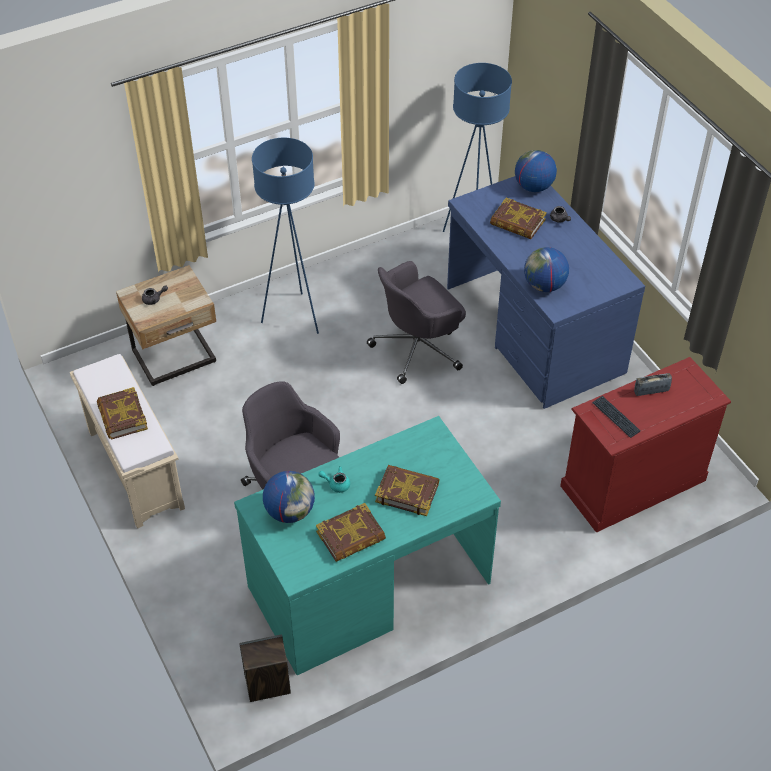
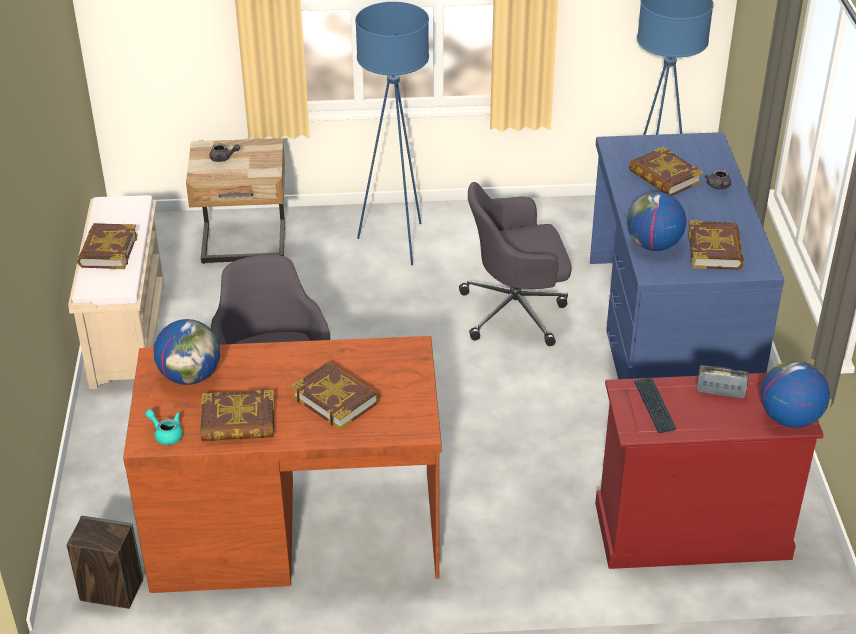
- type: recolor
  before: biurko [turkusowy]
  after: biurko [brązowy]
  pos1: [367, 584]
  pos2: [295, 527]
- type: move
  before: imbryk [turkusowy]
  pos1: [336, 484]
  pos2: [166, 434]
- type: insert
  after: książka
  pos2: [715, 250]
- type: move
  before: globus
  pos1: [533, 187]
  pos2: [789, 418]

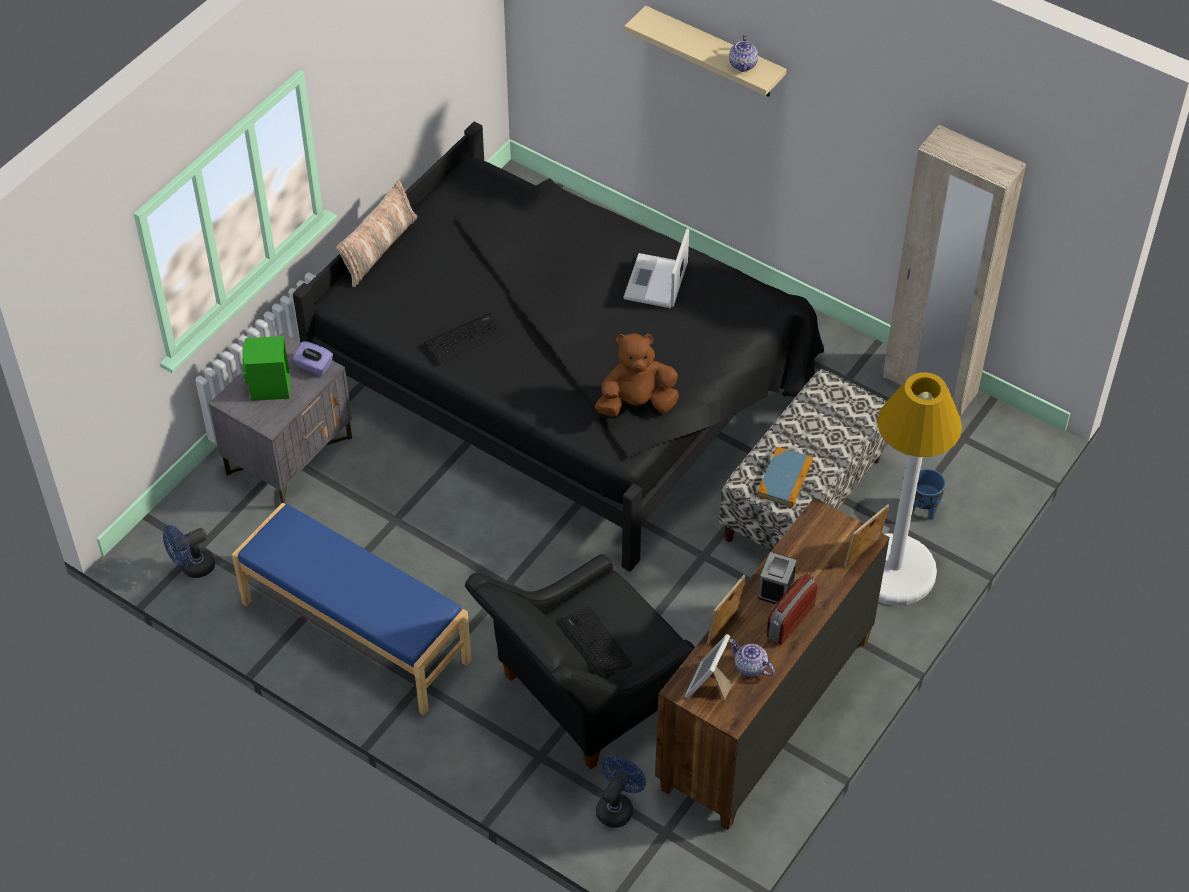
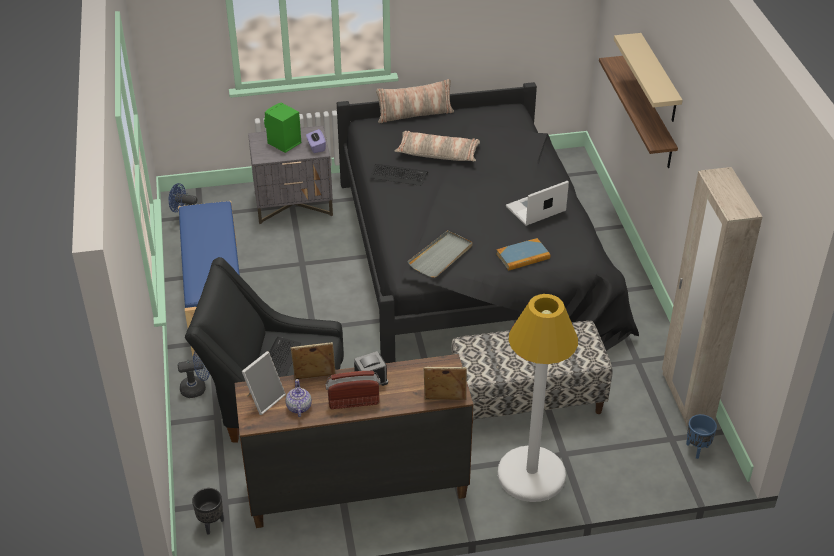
- type: move
  before: wentylator [niebieski]
  pos1: [617, 806]
  pos2: [197, 388]
- type: insert
  after: donica [czarny]
  pos2: [211, 523]
- type: rotate
  before: ramka na zdjęcie
  pos1: [709, 685]
  pos2: [264, 399]
  turn: 150
- type: insert
  after: poduszka
  pos2: [438, 153]
- type: replace
  before: pluszak [brązowy]
  after: taca [szary]
  pos1: [636, 403]
  pos2: [441, 256]
- type: move
  before: książka
  pos1: [785, 479]
  pos2: [523, 256]
- type: insert
  after: półka
  pos2: [647, 113]
- type: move
  before: donica [niebieski]
  pos1: [923, 510]
  pos2: [697, 450]
- type: delete
  before: imbryk
  pos1: [743, 64]

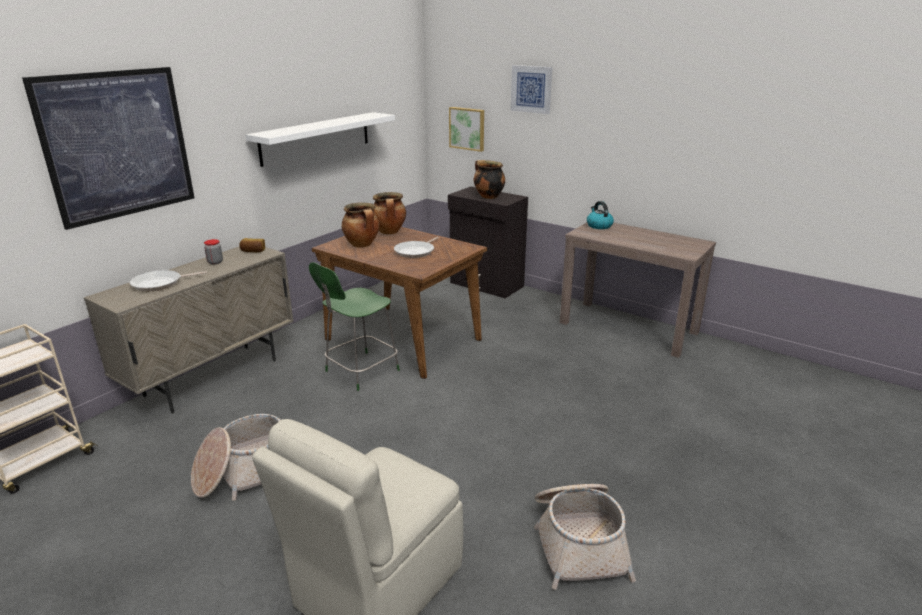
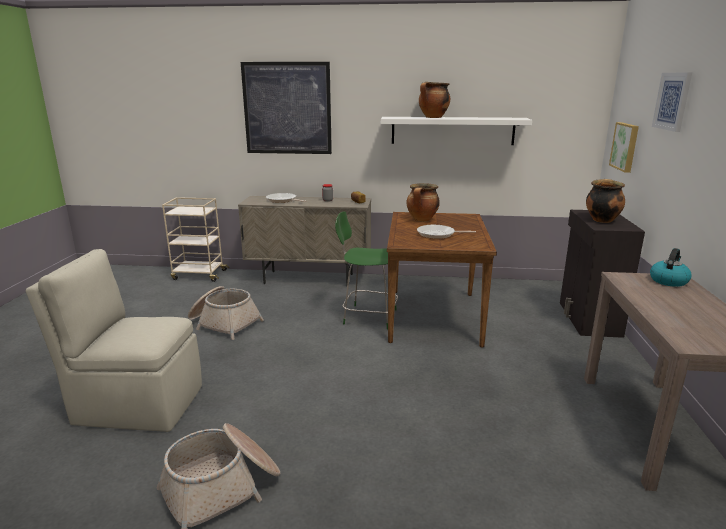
- type: move
  before: garnek
  pos1: [389, 232]
  pos2: [433, 117]

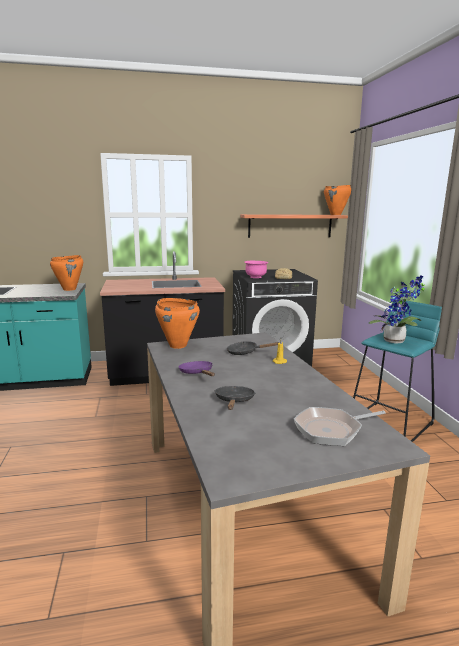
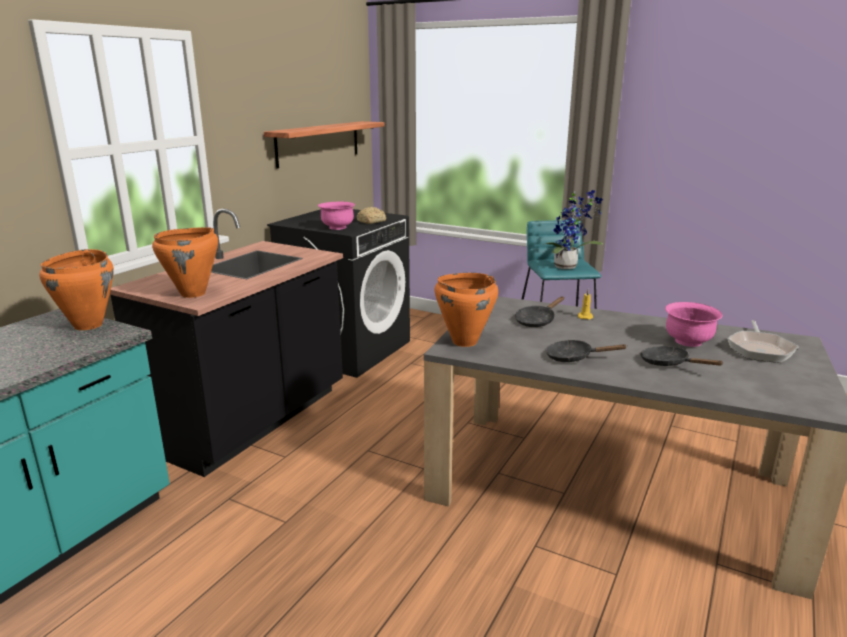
- type: move
  before: garnek [pomarańczowy]
  pos1: [335, 214]
  pos2: [193, 294]
- type: recolor
  before: patelnia [fioletowy]
  after: patelnia [czarny]
  pos1: [197, 373]
  pos2: [573, 357]
- type: insert
  after: miska [różowy]
  pos2: [688, 342]

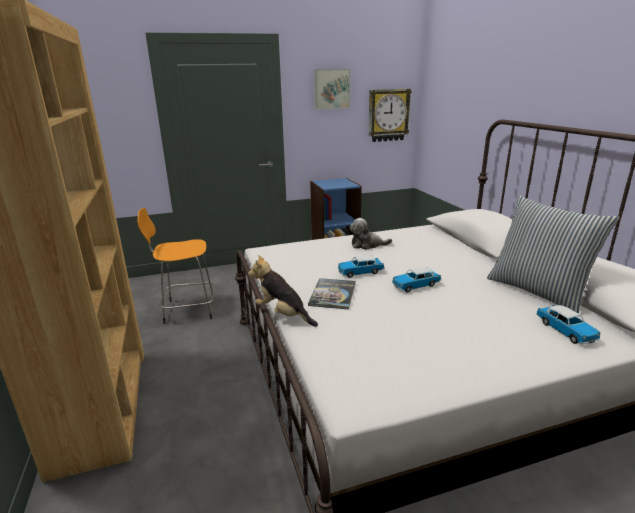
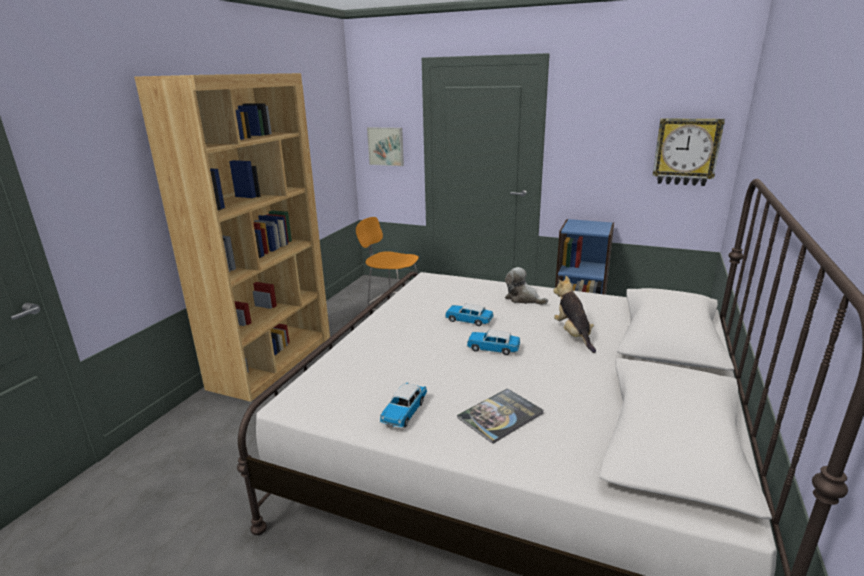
- type: move
  before: obraz
  pos1: [331, 89]
  pos2: [386, 146]
- type: move
  before: samochodzik
  pos1: [565, 331]
  pos2: [404, 412]
- type: move
  before: książka
  pos1: [333, 294]
  pos2: [500, 416]
- type: move
  before: pluszak
  pos1: [283, 315]
  pos2: [573, 335]
- type: delete
  before: poduszka
  pos1: [538, 291]

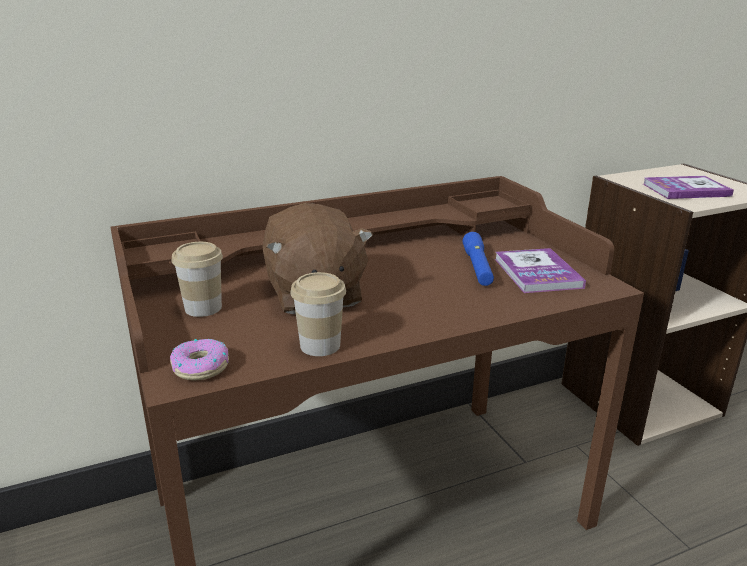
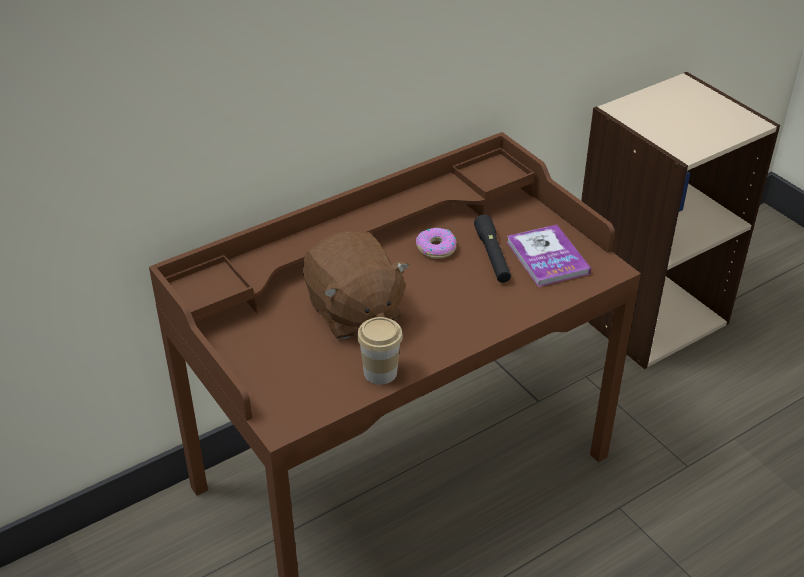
- type: move
  before: donut
  pos1: [200, 367]
  pos2: [436, 248]
- type: recolor
  before: latarka [niebieski]
  after: latarka [czarny]
  pos1: [477, 267]
  pos2: [492, 256]
- type: delete
  before: filiżanka
  pos1: [203, 308]
- type: delete
  before: książka
  pos1: [685, 190]

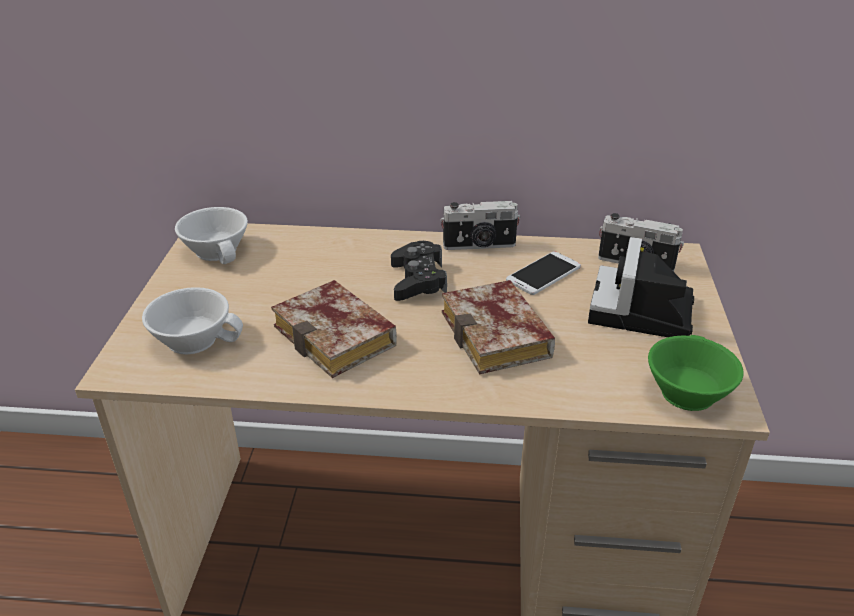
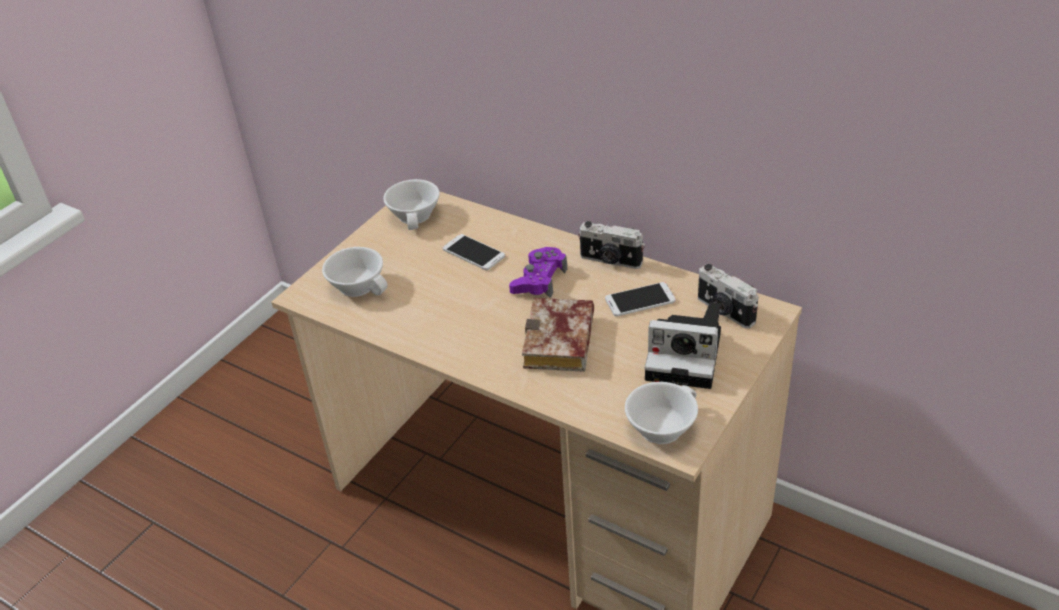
- type: insert
  after: telefon
  pos2: [473, 252]
- type: recolor
  before: pad do gier [czarny]
  after: pad do gier [fioletowy]
  pos1: [418, 280]
  pos2: [539, 280]
- type: recolor
  before: filiżanka [zielony]
  after: filiżanka [biały]
  pos1: [684, 390]
  pos2: [660, 426]
- type: rotate
  before: aparat fotograficzny
  pos1: [641, 313]
  pos2: [687, 356]
  turn: -120
- type: delete
  before: książka
  pos1: [340, 338]

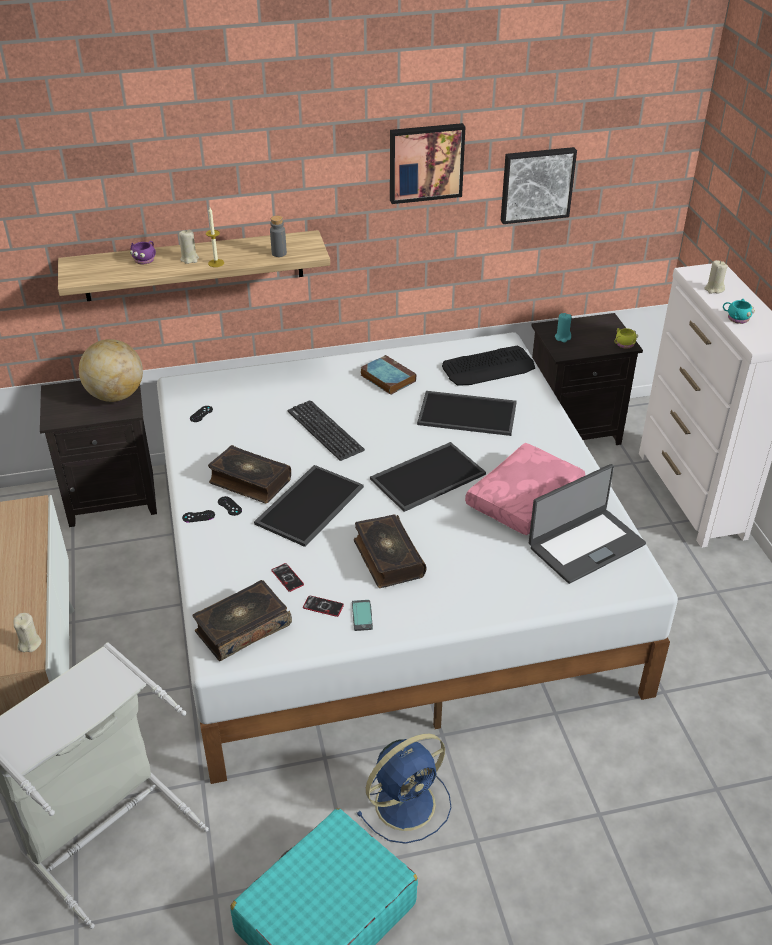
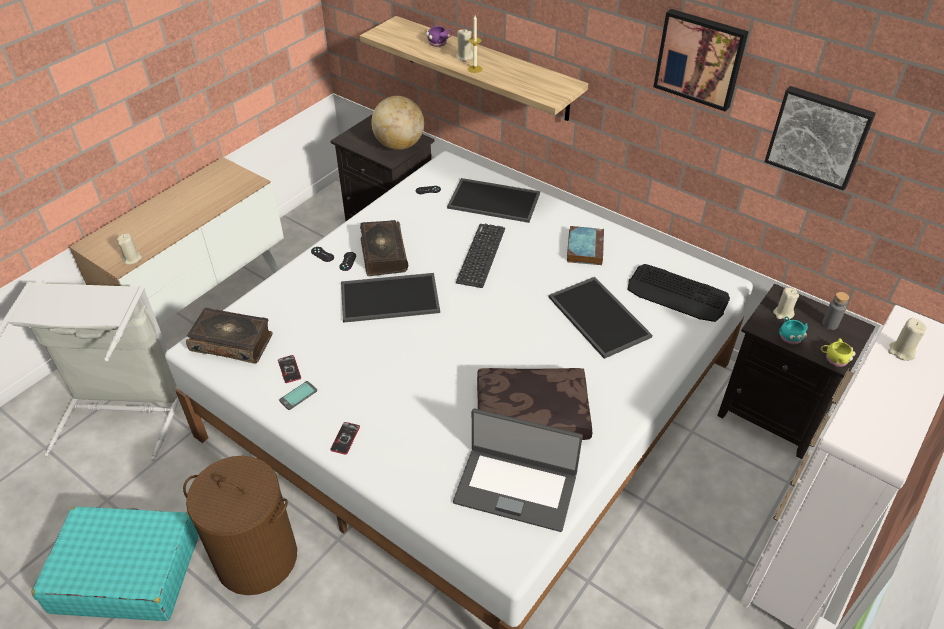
- type: replace
  before: wentylator [niebieski]
  after: kosz na pranie [brązowy]
  pos1: [407, 802]
  pos2: [257, 558]
- type: move
  before: telefon
  pos1: [287, 578]
  pos2: [345, 438]
- type: move
  before: taca
  pos1: [428, 475]
  pos2: [495, 200]
- type: recolor
  before: poduszka [różowy]
  after: poduszka [brązowy]
  pos1: [525, 500]
  pos2: [531, 414]
- type: recolor
  before: świeca [turkusowy]
  after: świeca [beżowy]
  pos1: [562, 337]
  pos2: [783, 313]
- type: move
  before: kubek [turkusowy]
  pos1: [736, 318]
  pos2: [789, 336]
- type: move
  before: butelka [szary]
  pos1: [279, 253]
  pos2: [829, 324]
- type: delete
  before: książka
  pos1: [387, 558]

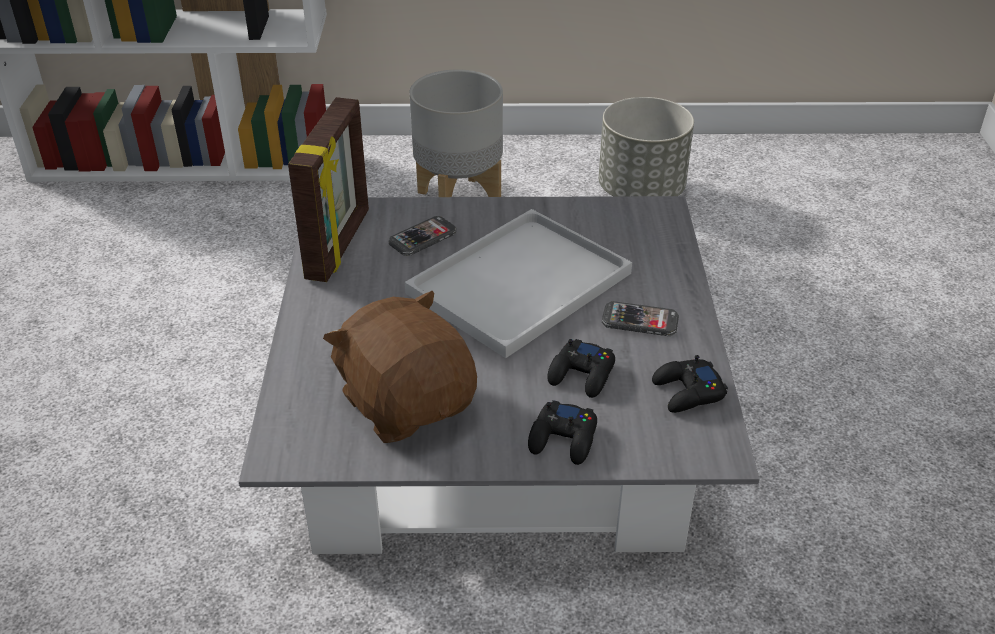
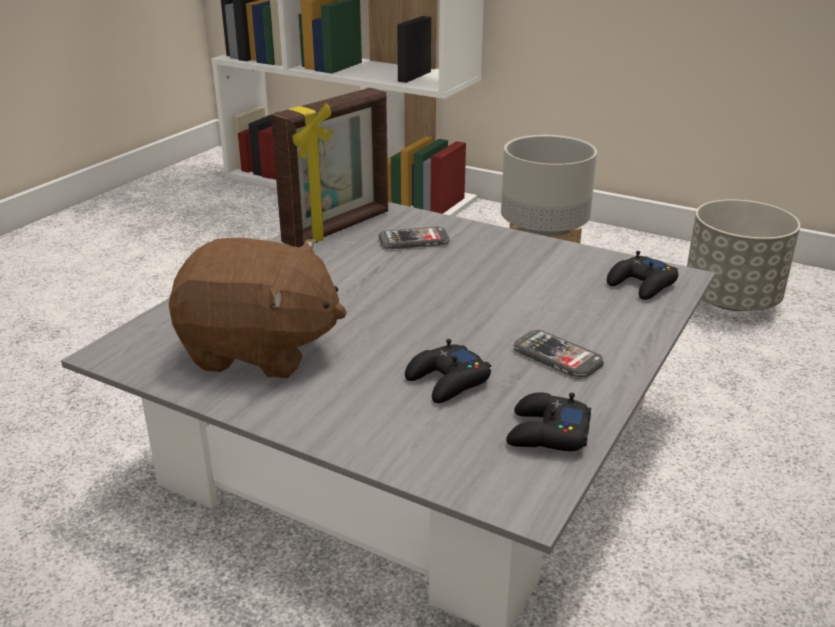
- type: rotate
  before: pluszak [brązowy]
  pos1: [407, 403]
  pos2: [260, 350]
  turn: 105
- type: move
  before: pad do gier [czarny]
  pos1: [563, 439]
  pos2: [642, 285]
- type: delete
  before: taca [biały]
  pos1: [518, 286]

